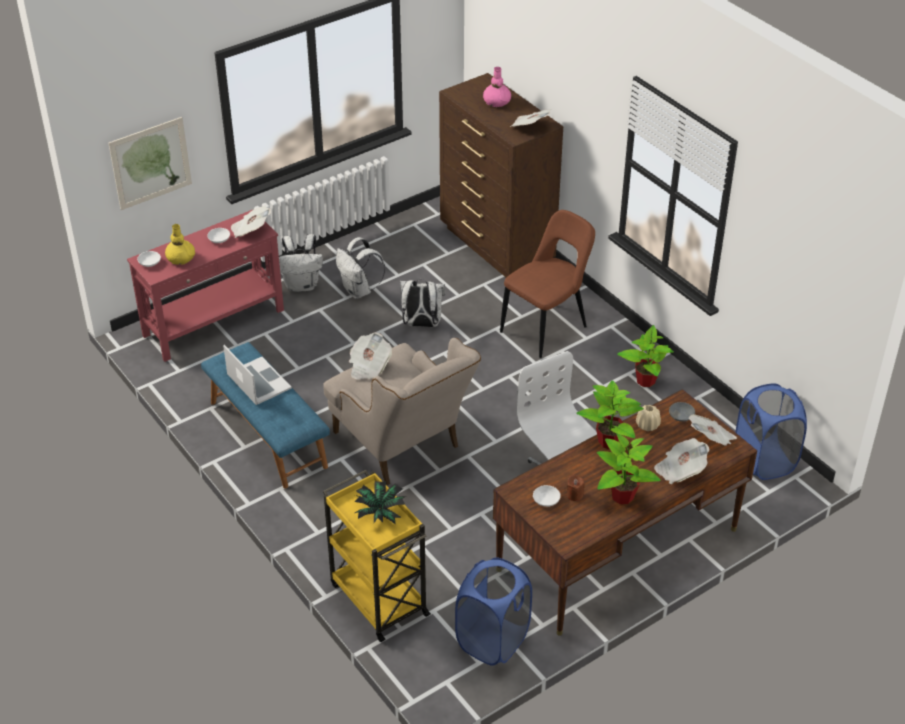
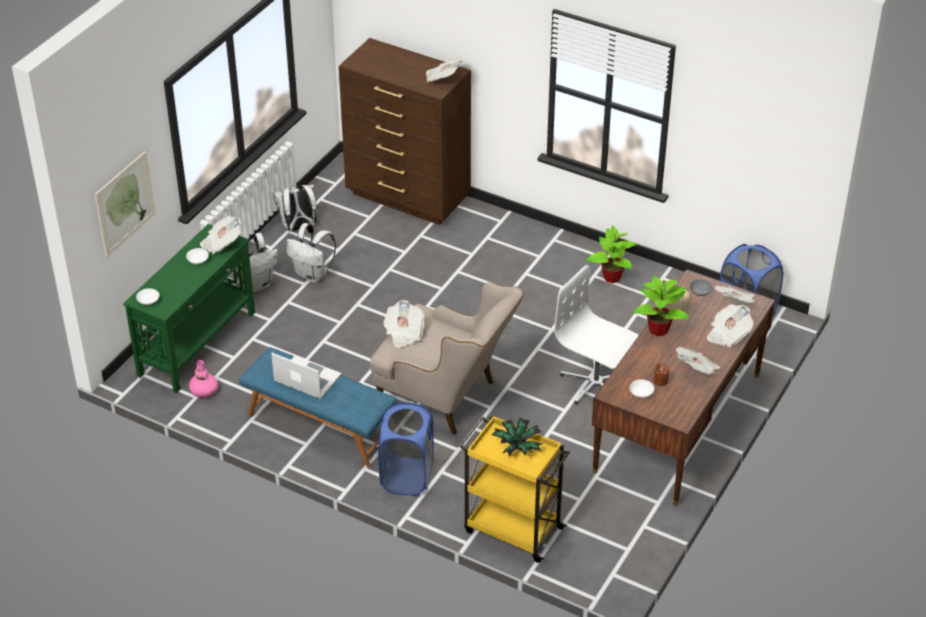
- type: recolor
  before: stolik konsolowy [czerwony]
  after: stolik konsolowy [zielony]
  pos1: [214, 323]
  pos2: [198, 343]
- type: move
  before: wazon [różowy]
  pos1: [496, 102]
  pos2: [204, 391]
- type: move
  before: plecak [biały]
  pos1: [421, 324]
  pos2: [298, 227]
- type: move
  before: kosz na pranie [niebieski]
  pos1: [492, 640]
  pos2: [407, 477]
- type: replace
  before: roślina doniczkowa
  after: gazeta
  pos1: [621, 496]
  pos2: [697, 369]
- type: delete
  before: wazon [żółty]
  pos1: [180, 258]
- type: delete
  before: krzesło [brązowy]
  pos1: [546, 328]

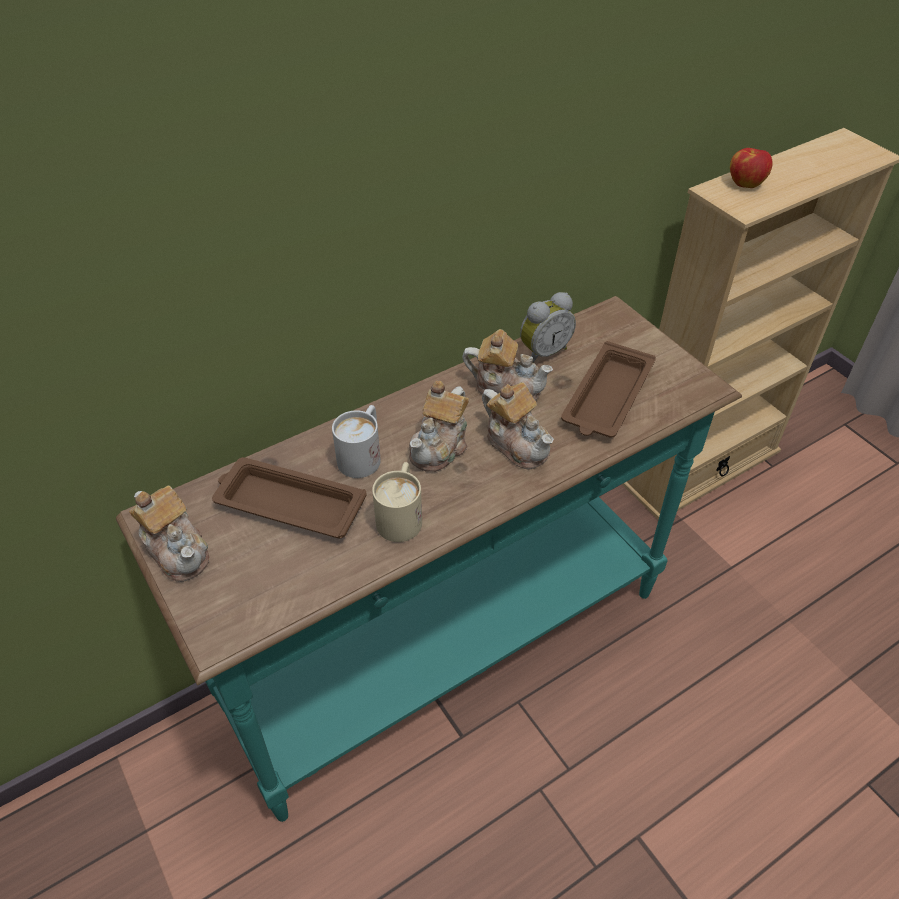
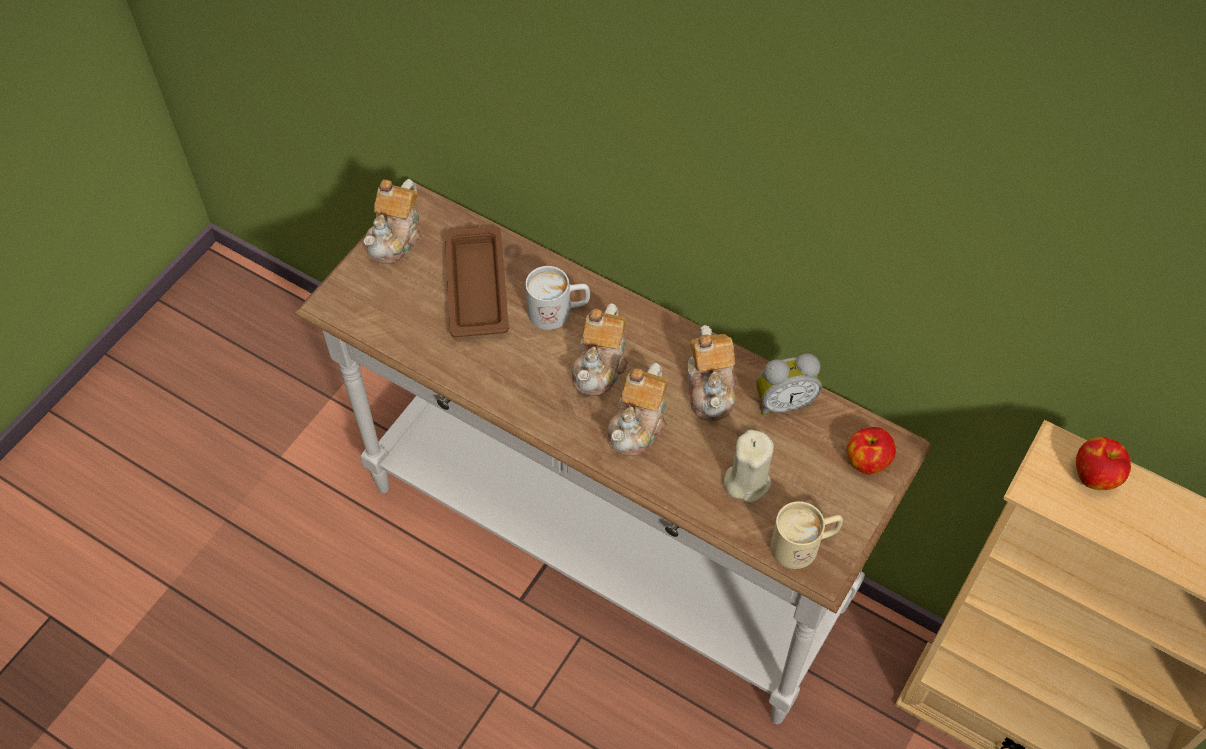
- type: recolor
  before: stolik konsolowy [turkusowy]
  after: stolik konsolowy [biały]
  pos1: [449, 652]
  pos2: [603, 551]
- type: rotate
  before: imbryk
  pos1: [440, 446]
  pos2: [600, 366]
  turn: -75
- type: replace
  before: taca [brązowy]
  after: świeca [beżowy]
  pos1: [606, 398]
  pos2: [747, 481]
- type: rotate
  before: budzik
  pos1: [543, 352]
  pos2: [783, 402]
  turn: -45
- type: move
  before: kubek [beżowy]
  pos1: [401, 515]
  pos2: [804, 545]
- type: insert
  after: jabłko
  pos2: [867, 461]

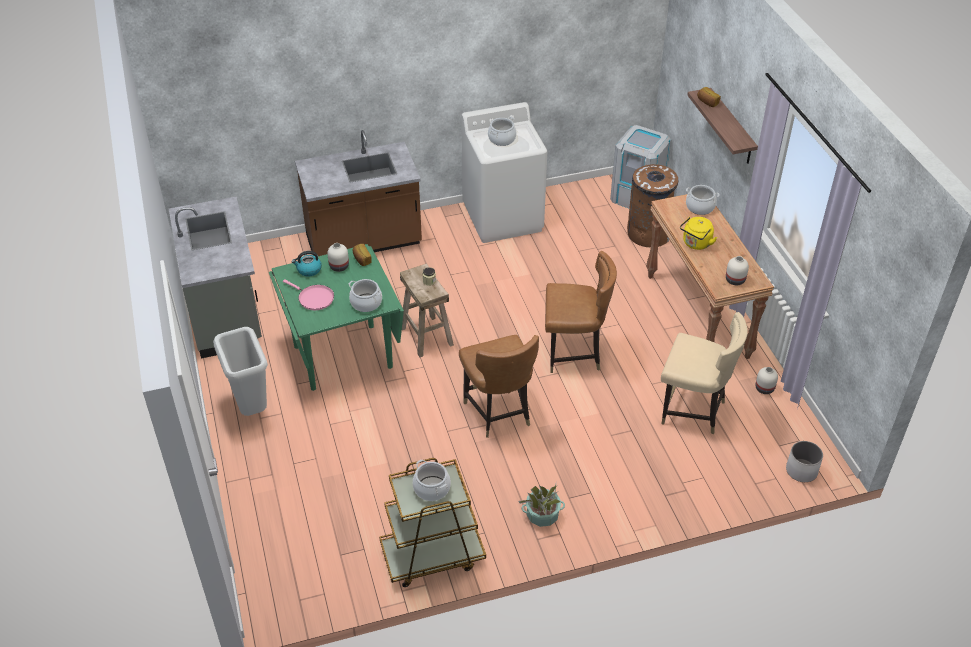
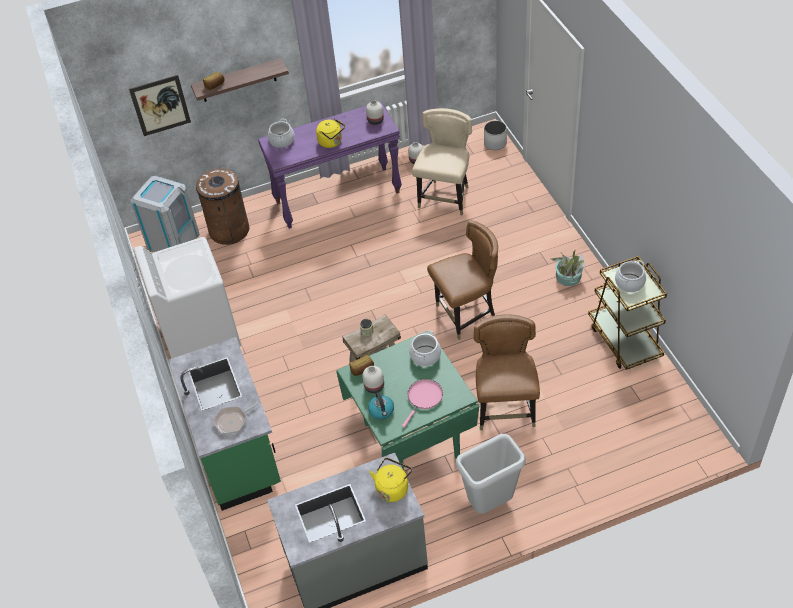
- type: insert
  after: obraz
  pos2: [160, 105]
- type: recolor
  before: zabudowa kuchenna [brązowy]
  after: zabudowa kuchenna [zielony]
  pos1: [364, 242]
  pos2: [237, 452]
- type: insert
  after: patelnia
  pos2: [233, 421]
- type: recolor
  before: stolik konsolowy [brązowy]
  after: stolik konsolowy [fioletowy]
  pos1: [698, 316]
  pos2: [338, 197]
- type: insert
  after: czajnik [żółty]
  pos2: [393, 488]
- type: move
  before: krzesło [brązowy]
  pos1: [574, 354]
  pos2: [505, 409]
- type: delete
  before: garnek
  pos1: [501, 139]

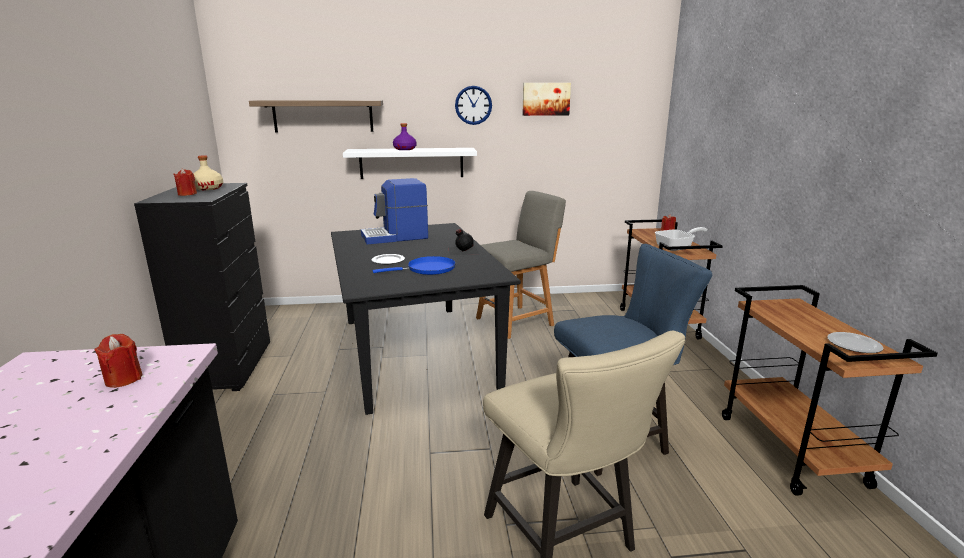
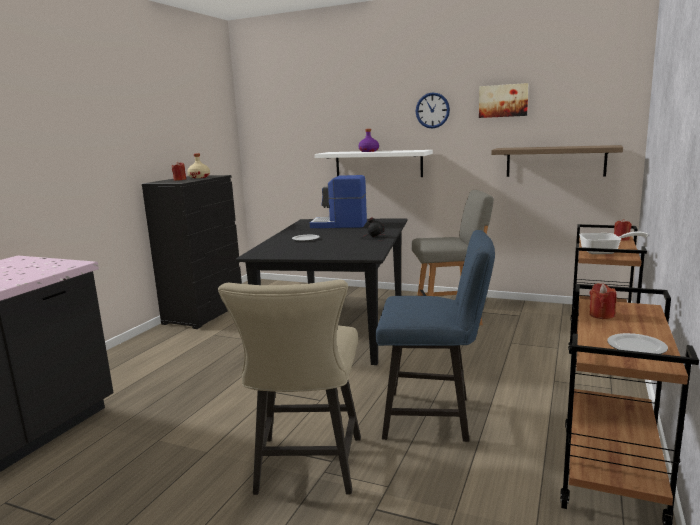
- type: move
  before: półka
  pos1: [323, 116]
  pos2: [555, 161]
- type: move
  before: świeca [czerwony]
  pos1: [123, 379]
  pos2: [601, 315]
- type: delete
  before: patelnia [niebieski]
  pos1: [427, 269]

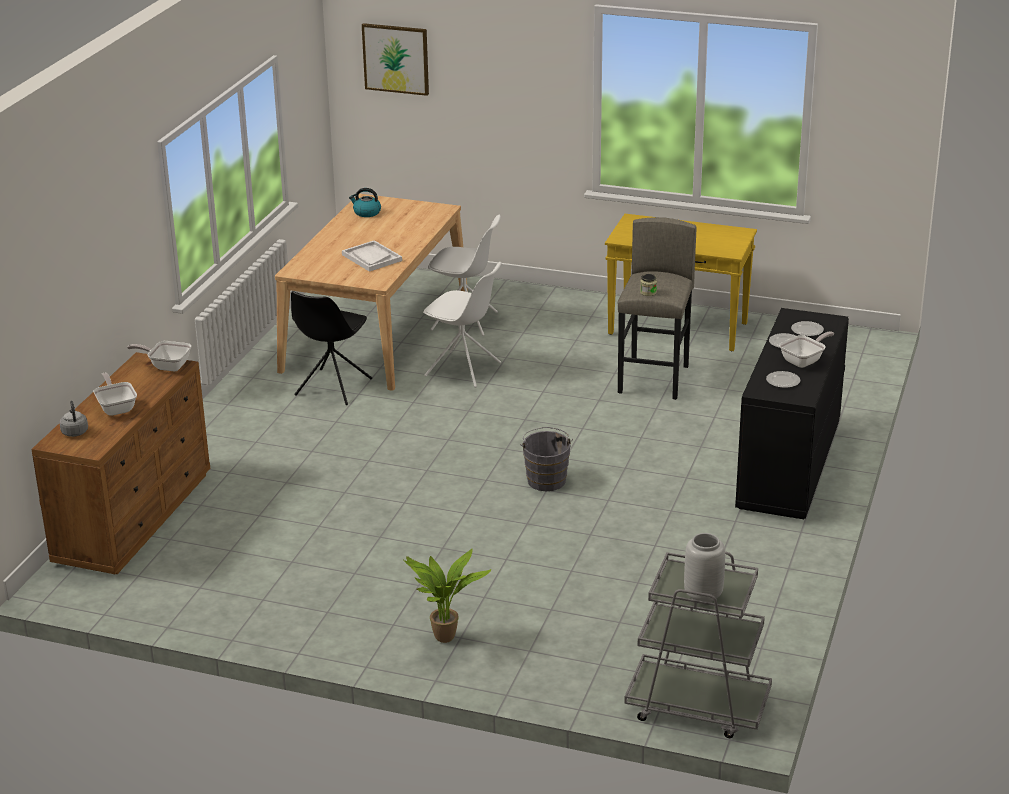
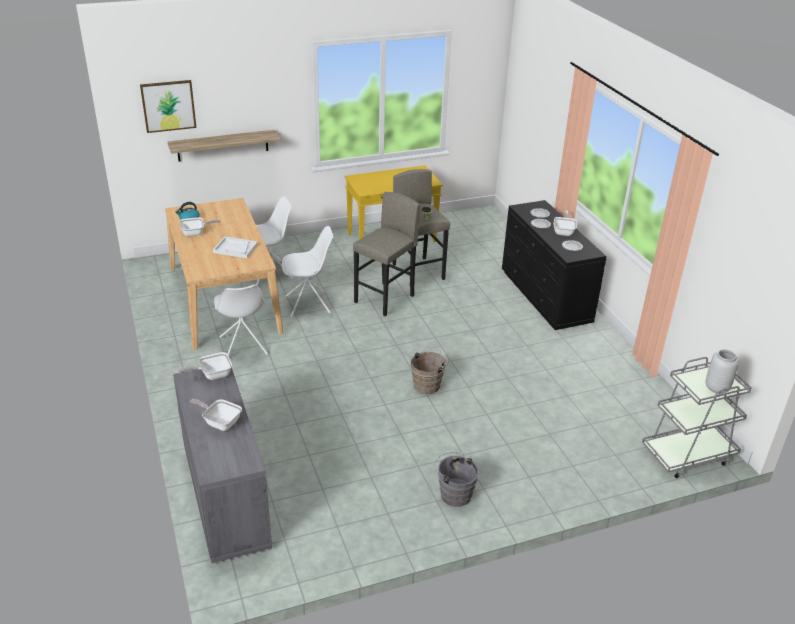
- type: insert
  after: półka
  pos2: [223, 145]
- type: recolor
  before: komoda [brązowy]
  after: komoda [szary]
  pos1: [134, 517]
  pos2: [226, 497]
- type: insert
  after: patelnia
  pos2: [196, 233]
- type: recolor
  before: krzesło [czarny]
  after: krzesło [biały]
  pos1: [332, 388]
  pos2: [243, 346]
- type: insert
  after: stołek [szary]
  pos2: [385, 299]
- type: insert
  after: wiadro [brązowy]
  pos2: [428, 384]
- type: move
  before: wiadro [szary]
  pos1: [546, 479]
  pos2: [454, 493]
- type: delete
  before: czajnik [szary]
  pos1: [75, 431]
- type: delete
  before: roślina doniczkowa
  pos1: [445, 640]

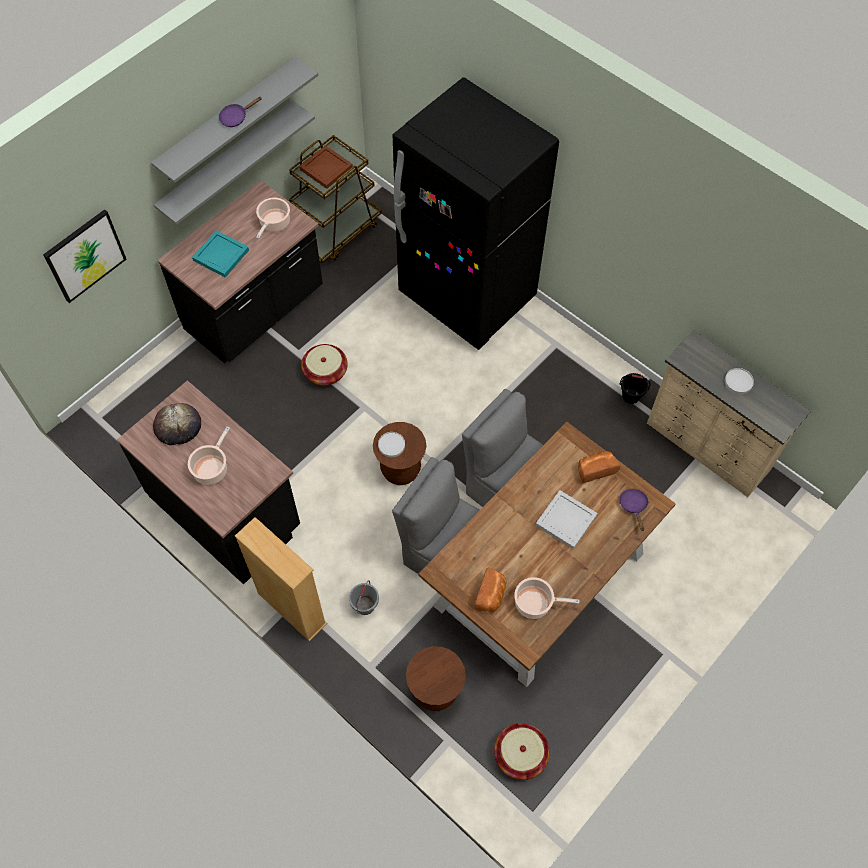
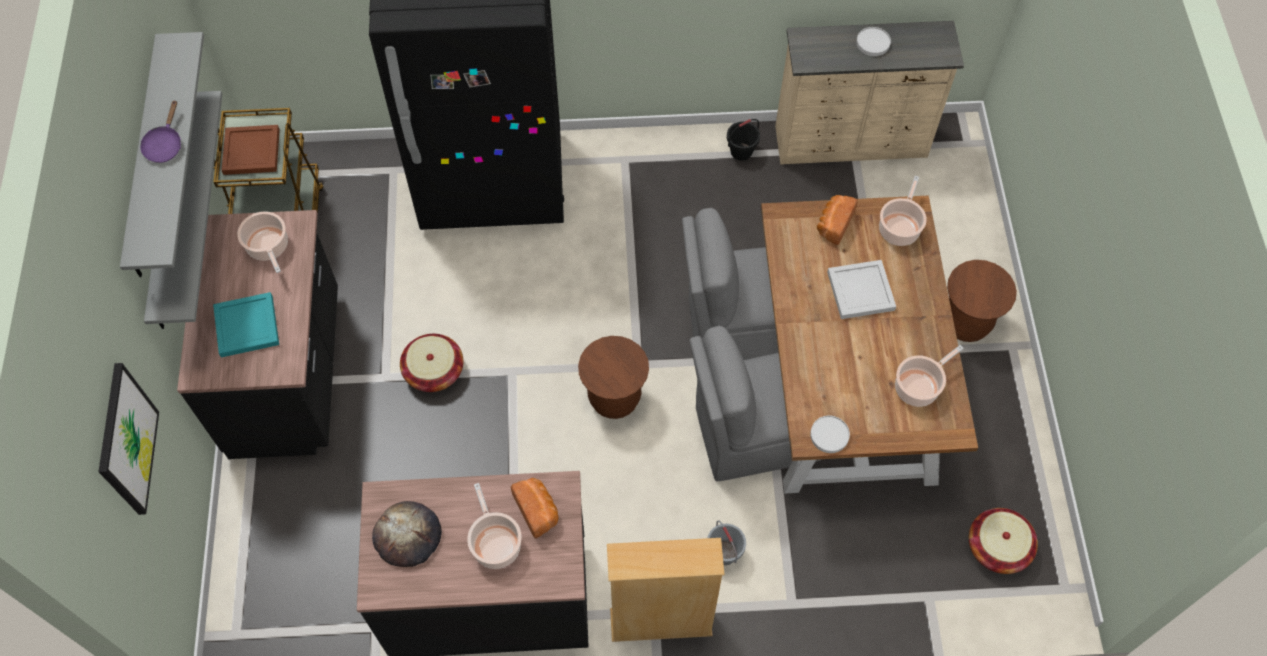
- type: move
  before: chleb
  pos1: [491, 595]
  pos2: [537, 510]
- type: move
  before: talerz [biały]
  pos1: [391, 445]
  pos2: [829, 435]
- type: replace
  before: patelnia [fioletowy]
  after: garnek
  pos1: [633, 506]
  pos2: [899, 228]
- type: move
  before: stołek [brązowy]
  pos1: [435, 691]
  pos2: [966, 323]

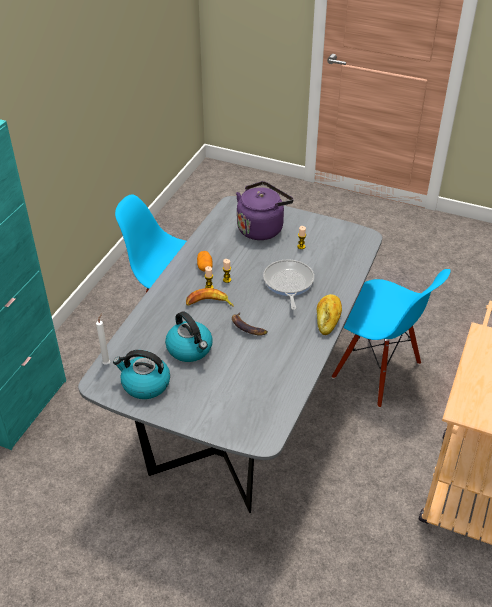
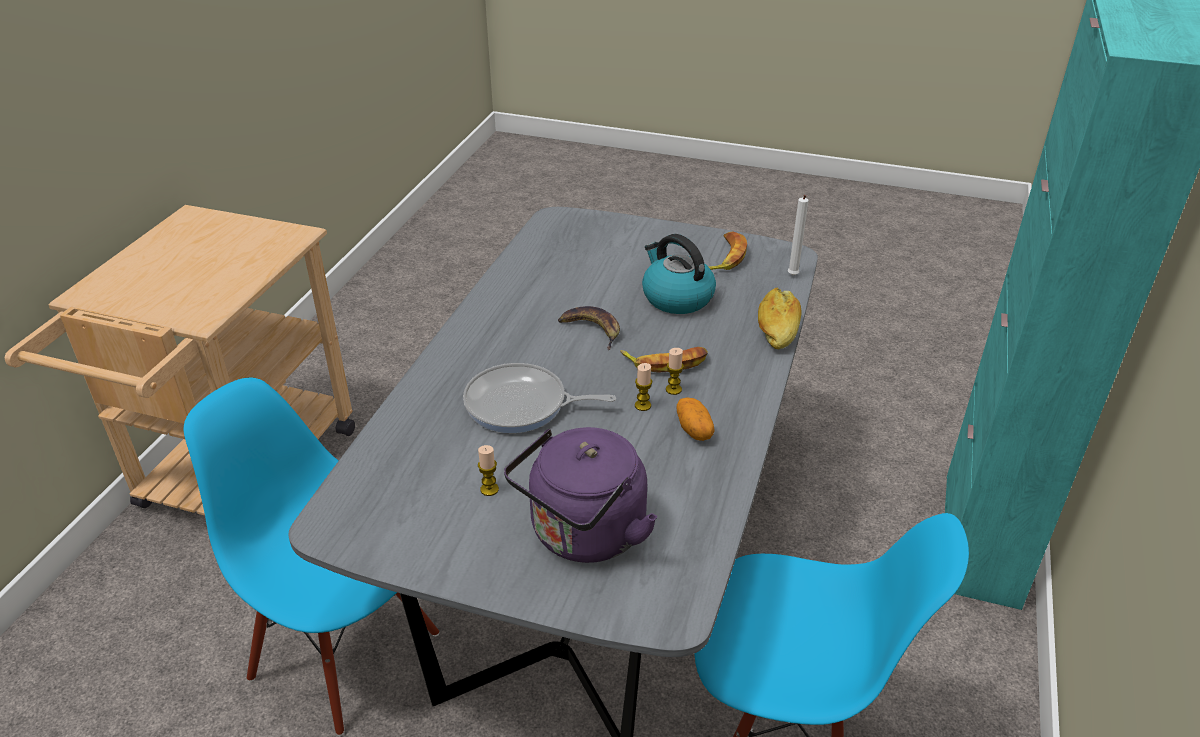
- type: rotate
  before: patelnia
  pos1: [288, 283]
  pos2: [521, 405]
  turn: 105
- type: replace
  before: czajnik
  after: banan
  pos1: [145, 384]
  pos2: [725, 257]
- type: move
  before: chleb
  pos1: [328, 319]
  pos2: [777, 329]

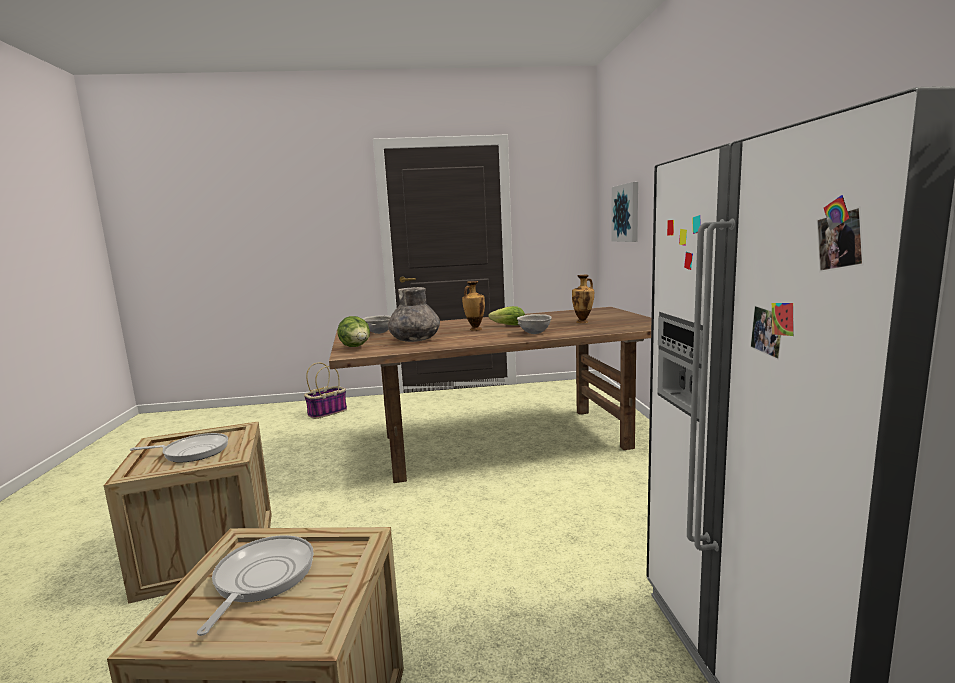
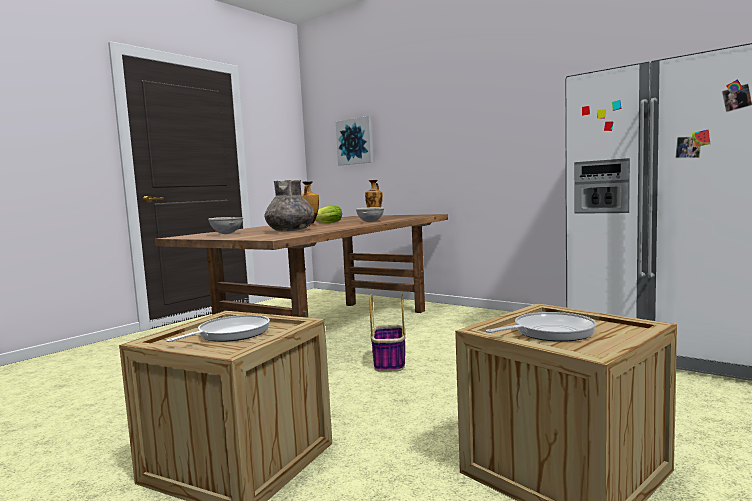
- type: move
  before: koszyk
  pos1: [327, 412]
  pos2: [389, 362]
- type: rotate
  before: patelnia
  pos1: [261, 579]
  pos2: [549, 332]
  turn: 105
- type: delete
  before: sałata
  pos1: [356, 347]

